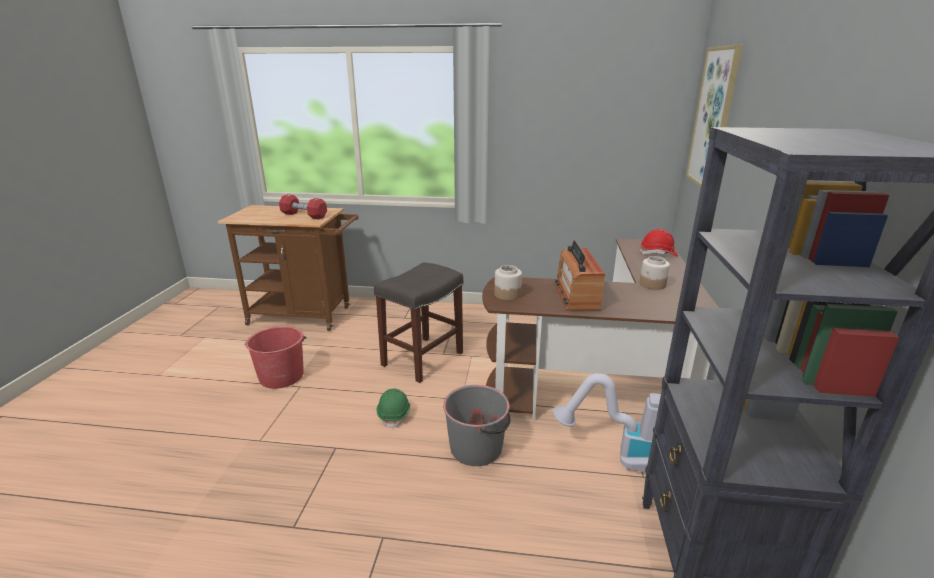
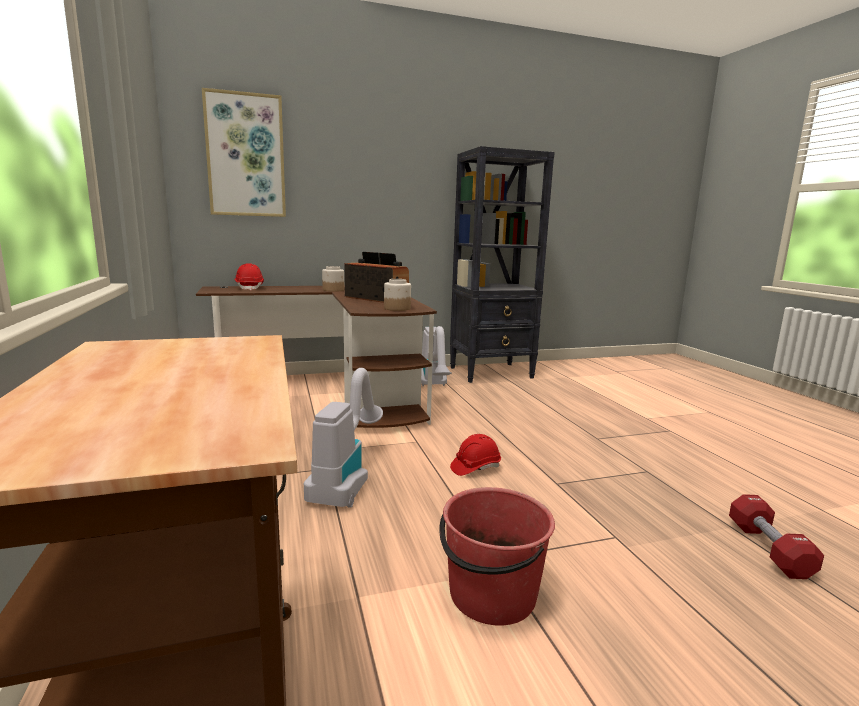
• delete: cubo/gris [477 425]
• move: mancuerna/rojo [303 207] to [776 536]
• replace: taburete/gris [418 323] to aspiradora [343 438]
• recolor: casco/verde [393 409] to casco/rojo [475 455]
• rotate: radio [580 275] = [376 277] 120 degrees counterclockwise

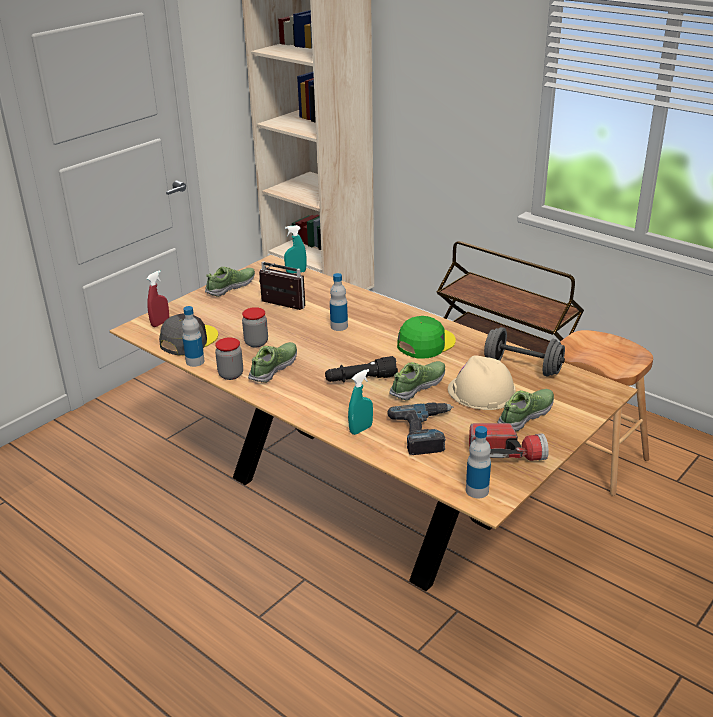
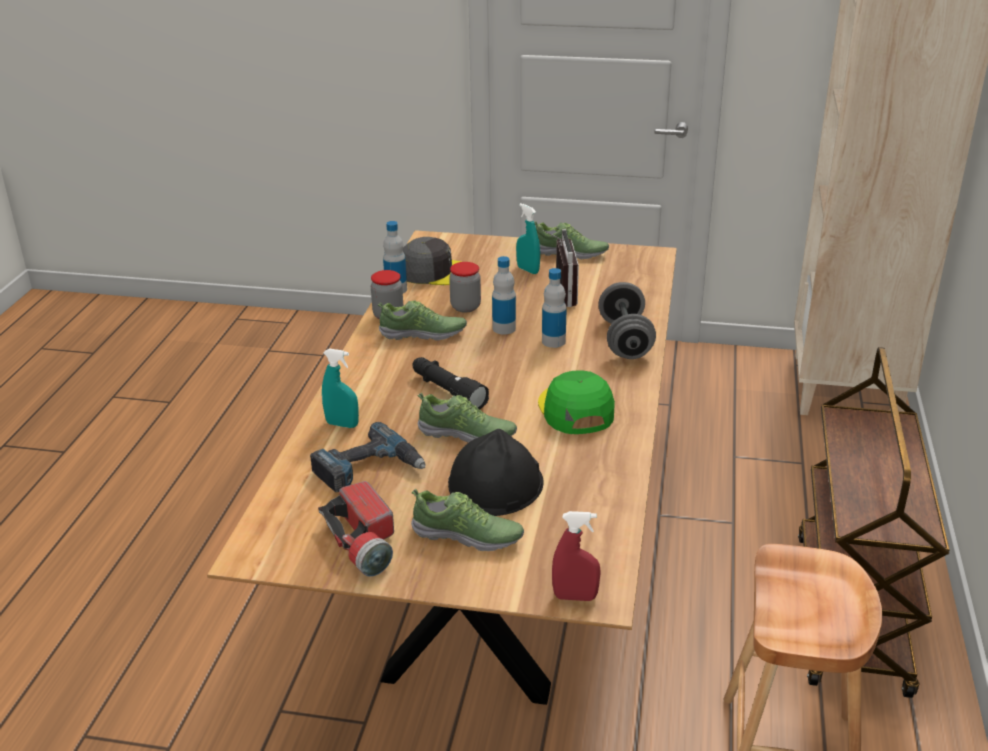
• move: pulverizador/rojo [157 298] to [576 556]
• move: pulverizador/turquesa [295 249] to [528 238]
• move: botella [478 462] to [504 295]
• move: mancuerna/gris [524 352] to [627 320]
• recolor: casco/beis [482 383] to casco/negro [496 472]
• rotate: gorra/verde [426 337] = [576 402] 120 degrees counterclockwise

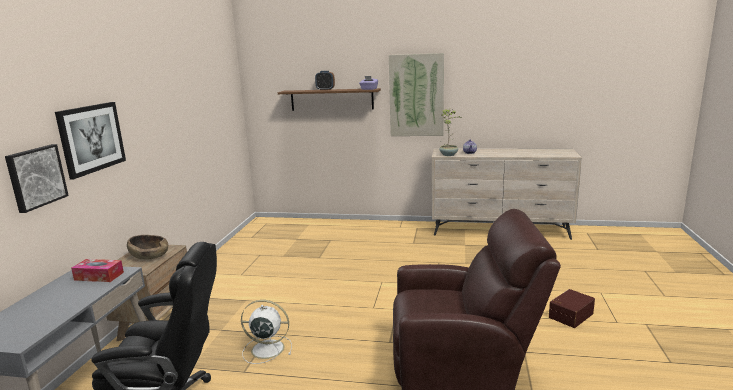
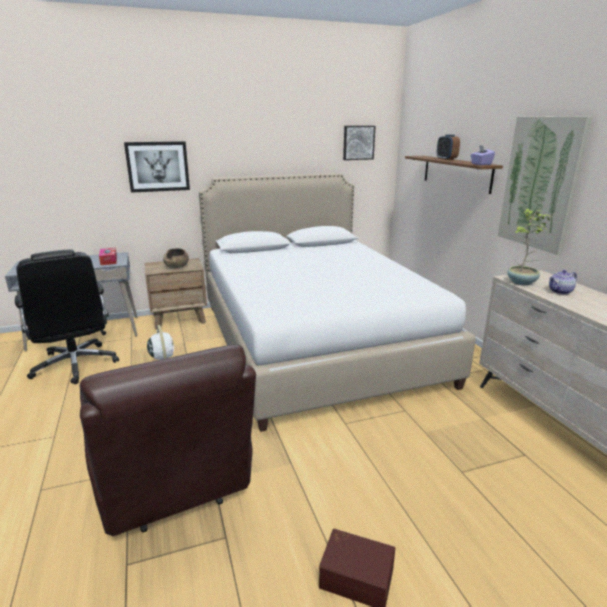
• insert: cama/blanco [337 302]
• move: cuadro [37 178] to [359 143]

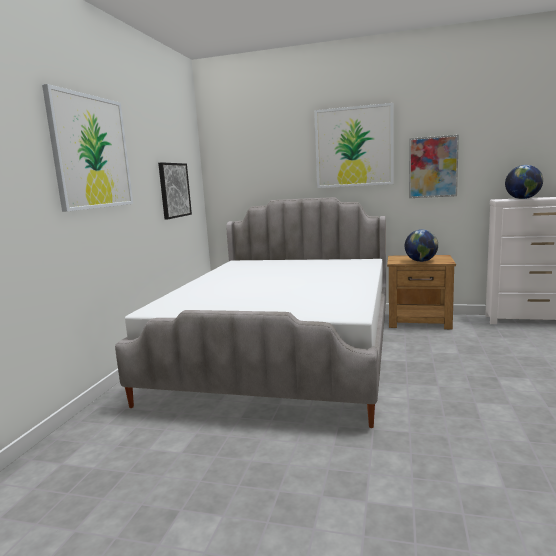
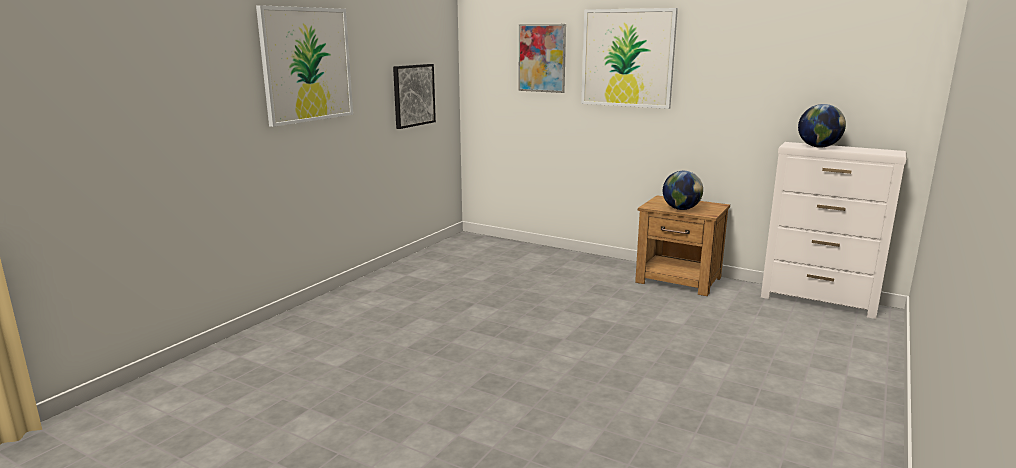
• delete: cama [250 312]
• move: cuadro [434 166] to [542 58]

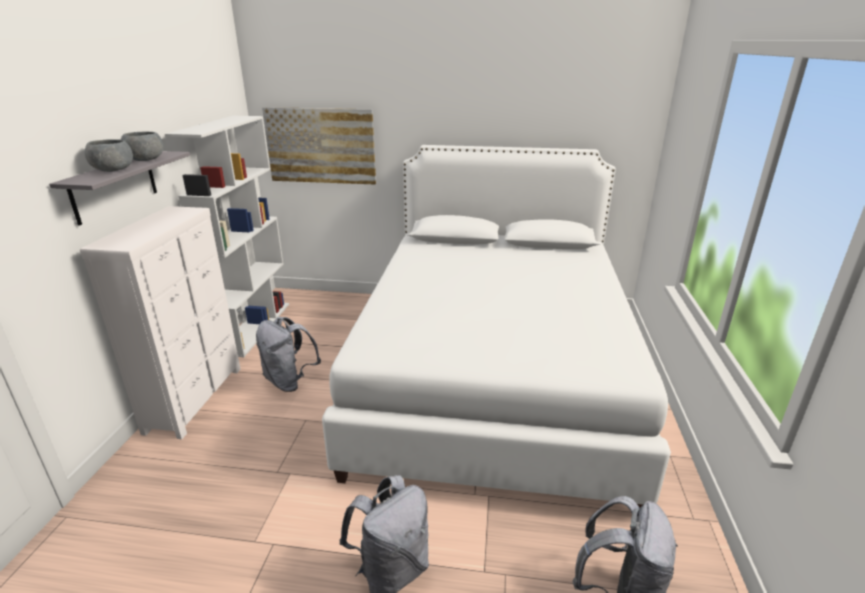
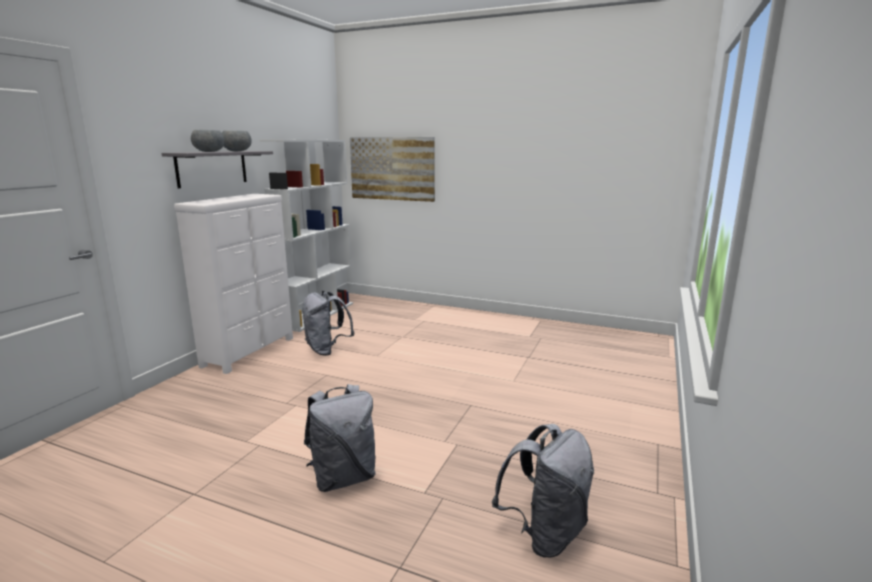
• delete: cama/blanco [496 326]

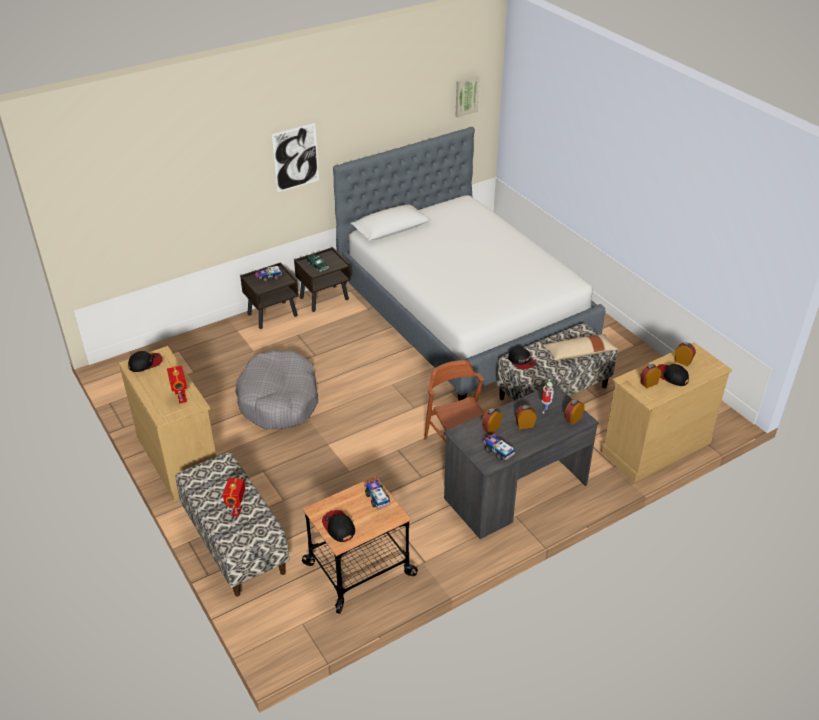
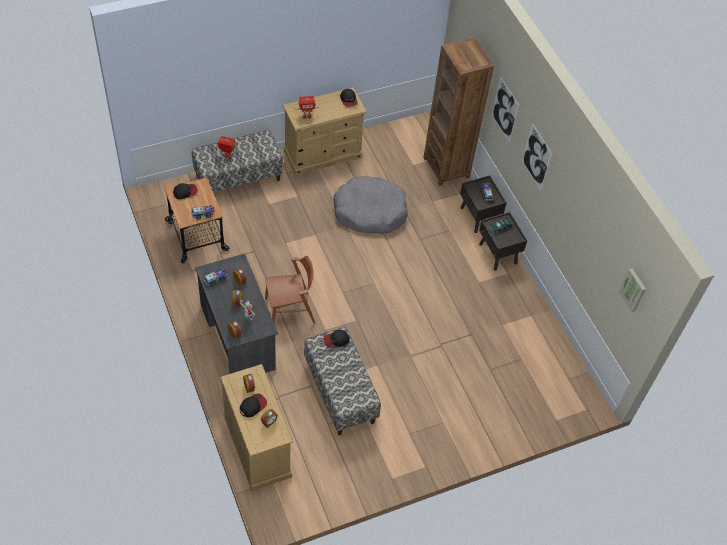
• delete: cama [469 264]
• delete: cojín/beis [580 347]
• insert: estantería/marrón [458 111]
• insert: cuadro [505 110]

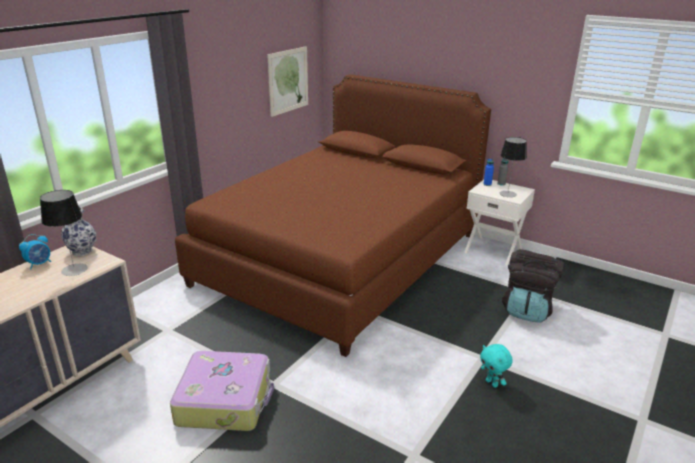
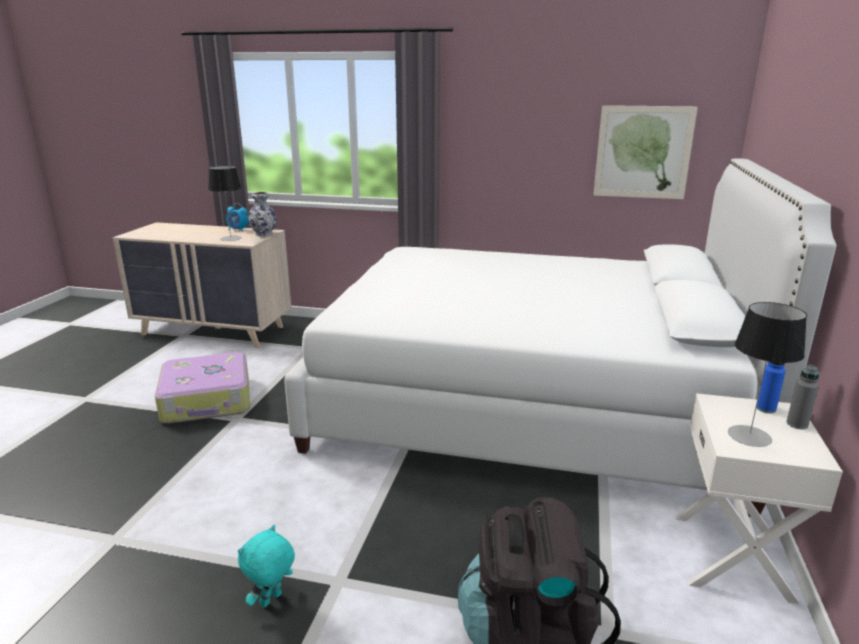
• recolor: cama/marrón [333 215] to cama/blanco [560 338]

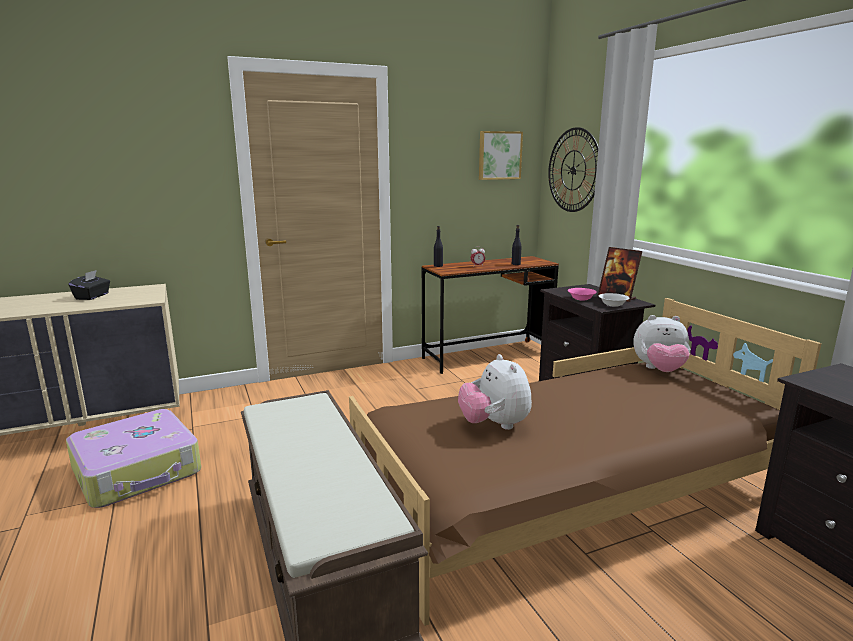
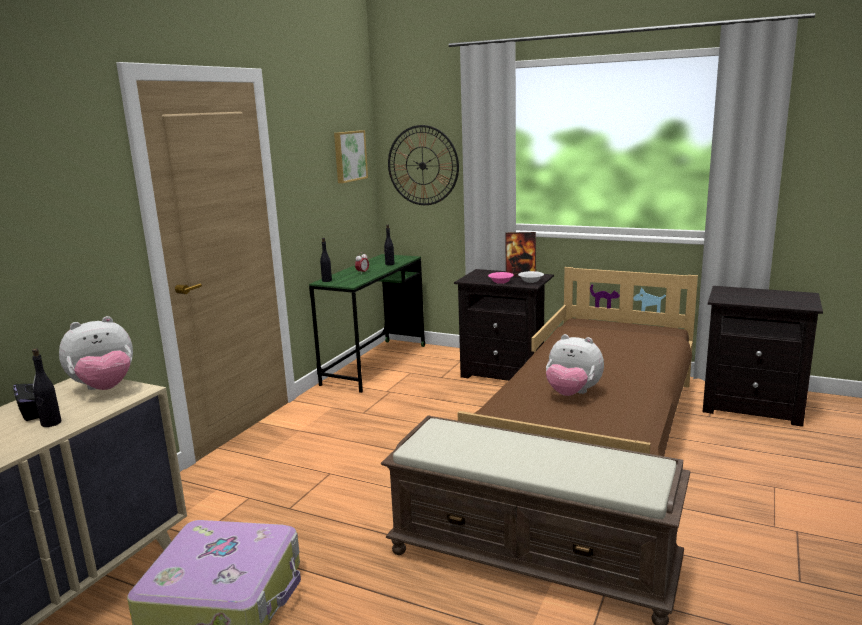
• insert: botella/negro [47 388]
• move: peluche [661 343] to [96 353]
• recolor: escritorio/marrón [490 315] to escritorio/verde [367 323]

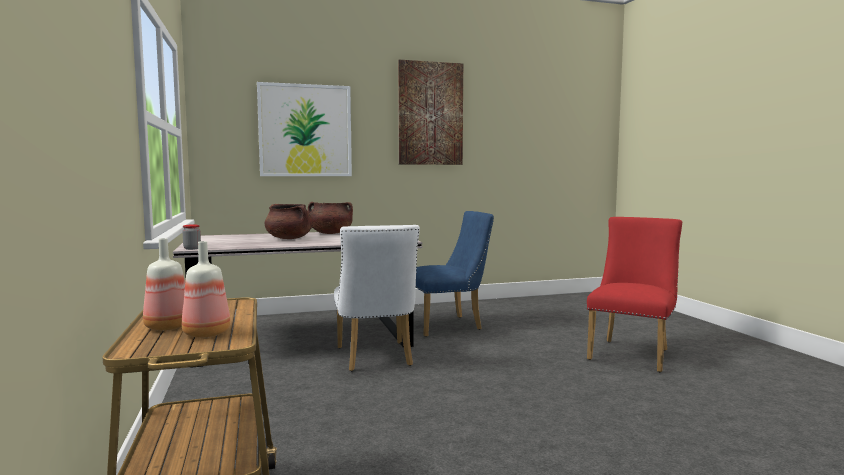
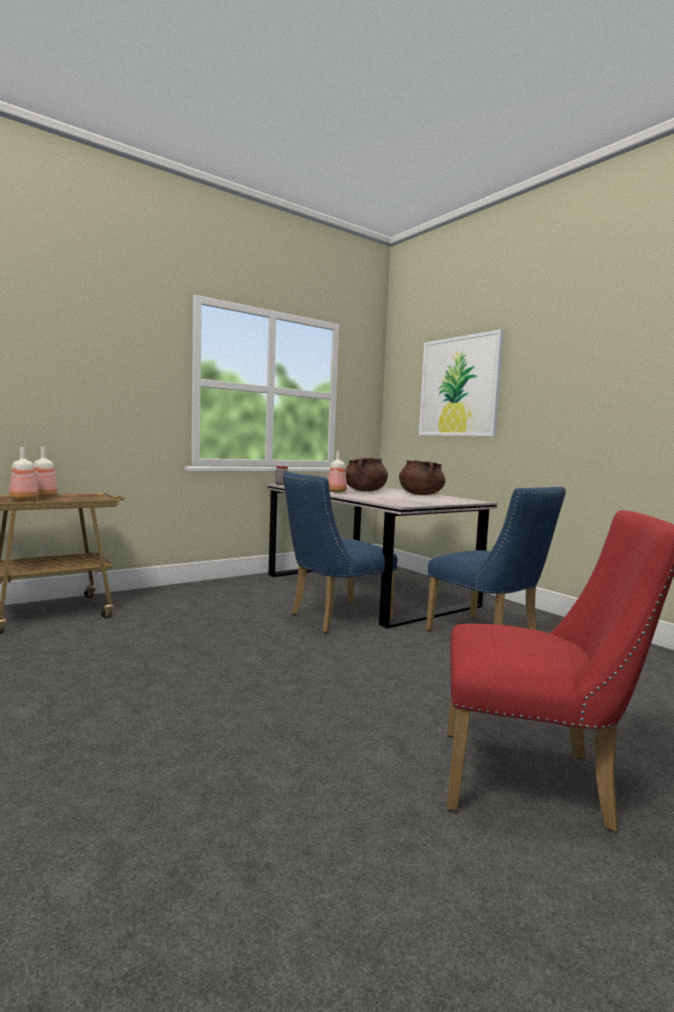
• delete: cuadro [430 112]
• insert: botella [337 472]
• recolor: silla/blanco [377 298] to silla/azul [340 552]

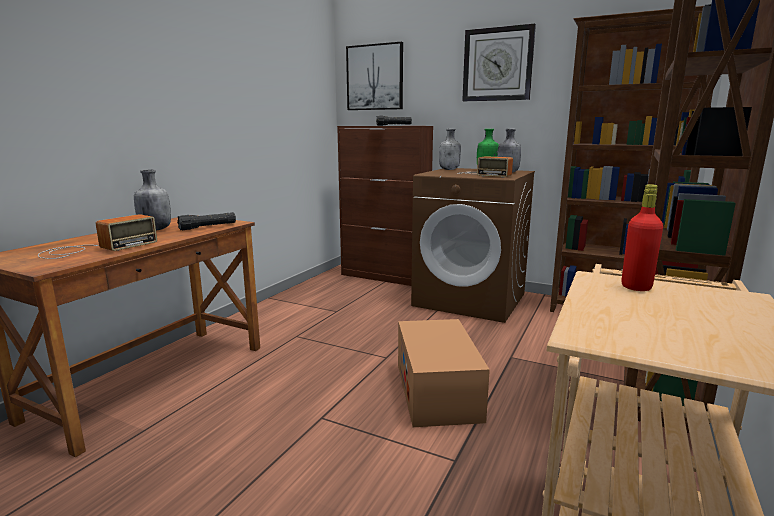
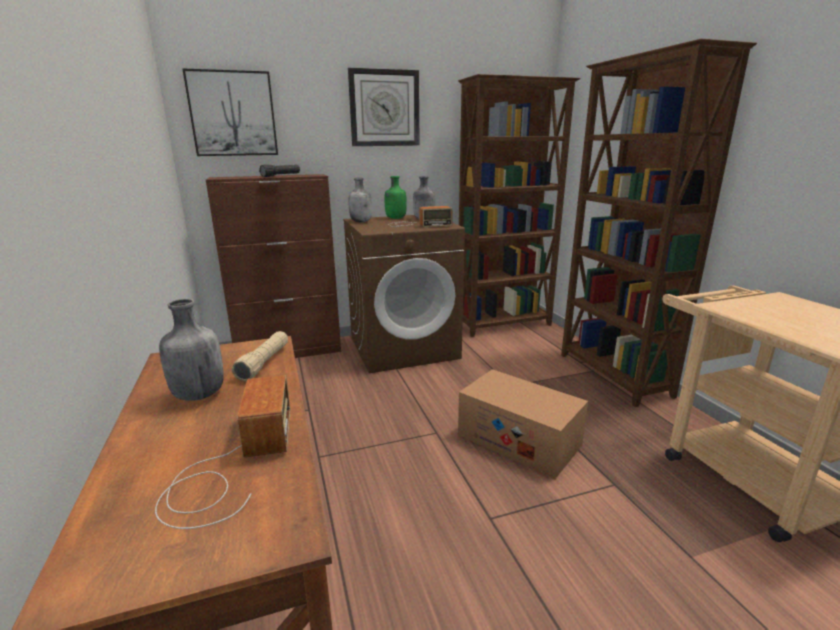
• delete: botella/rojo [642 237]
• recolor: linterna/negro [206 221] to linterna/beis [260 356]

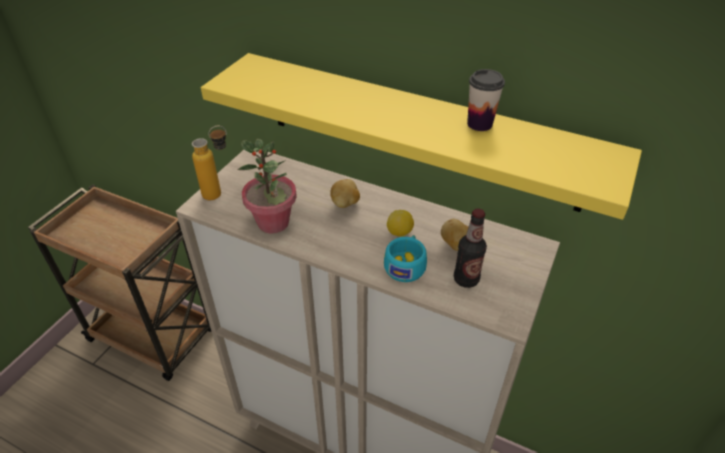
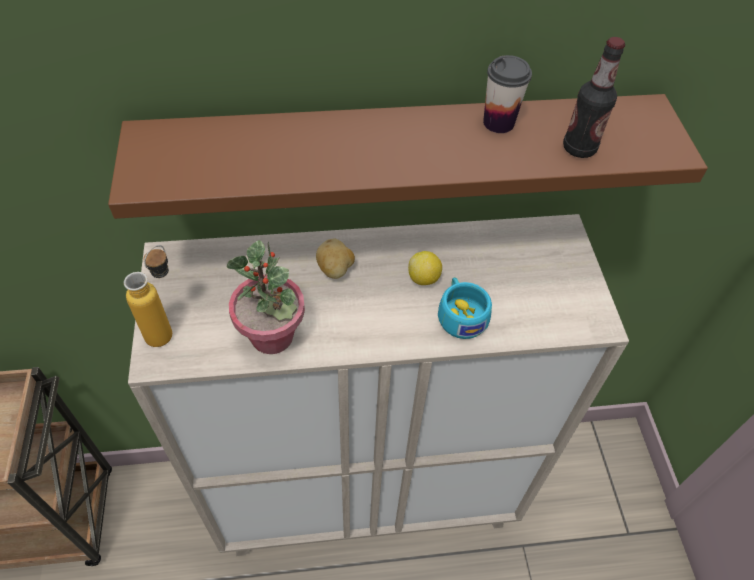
• delete: patata [454 235]
• move: botella [470 248] to [594 97]
• recolor: estante/amarillo [421 136] to estante/marrón [408 156]

